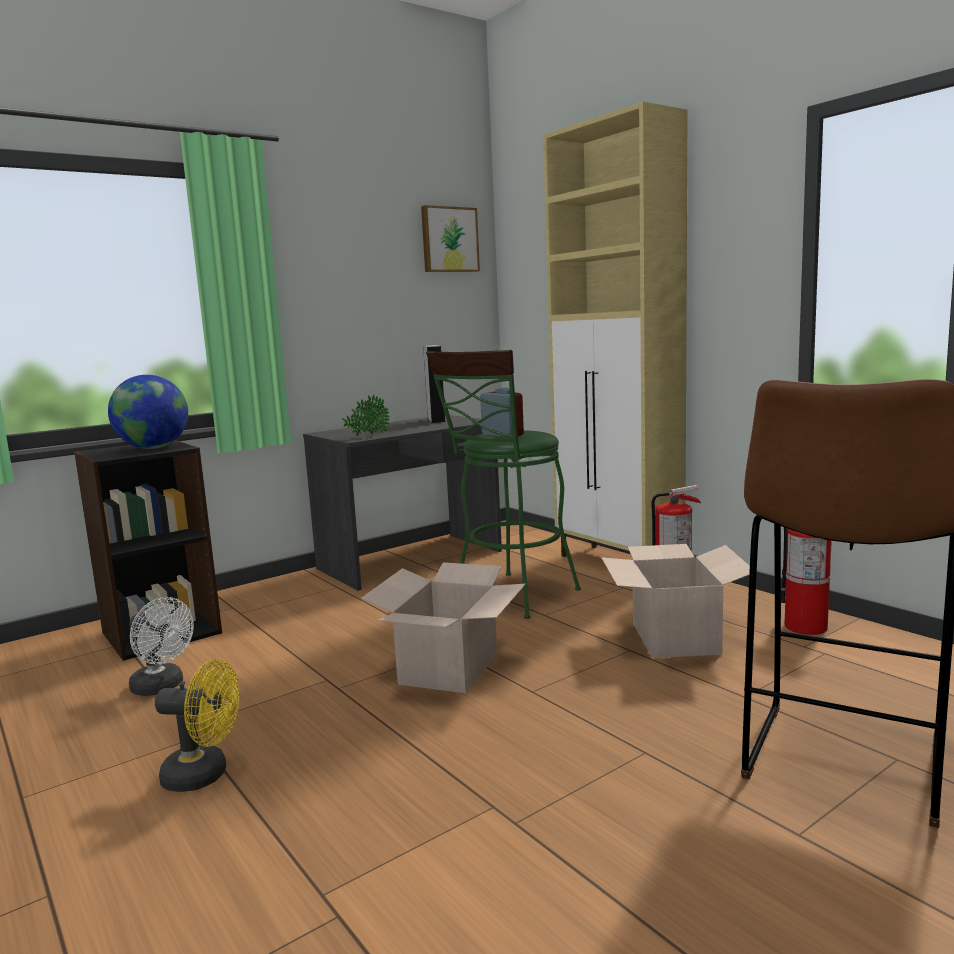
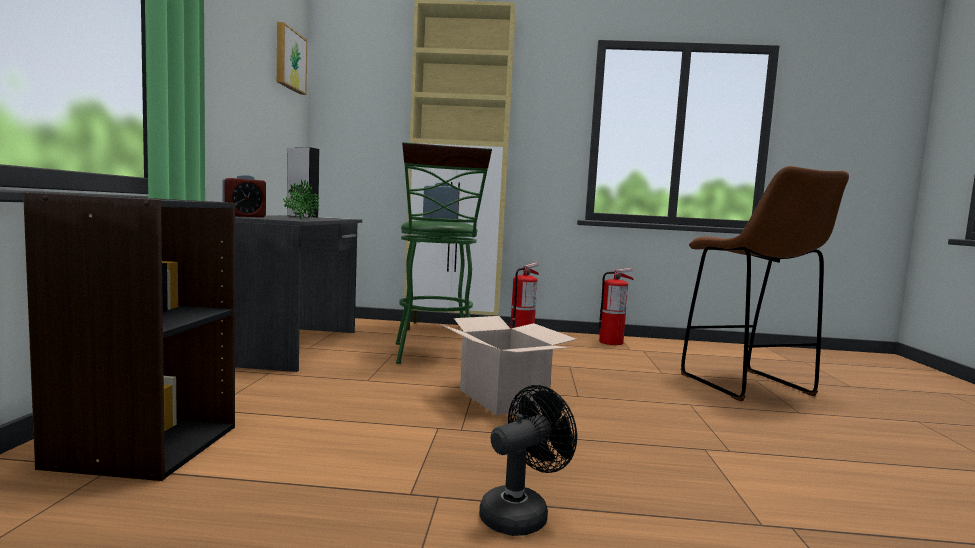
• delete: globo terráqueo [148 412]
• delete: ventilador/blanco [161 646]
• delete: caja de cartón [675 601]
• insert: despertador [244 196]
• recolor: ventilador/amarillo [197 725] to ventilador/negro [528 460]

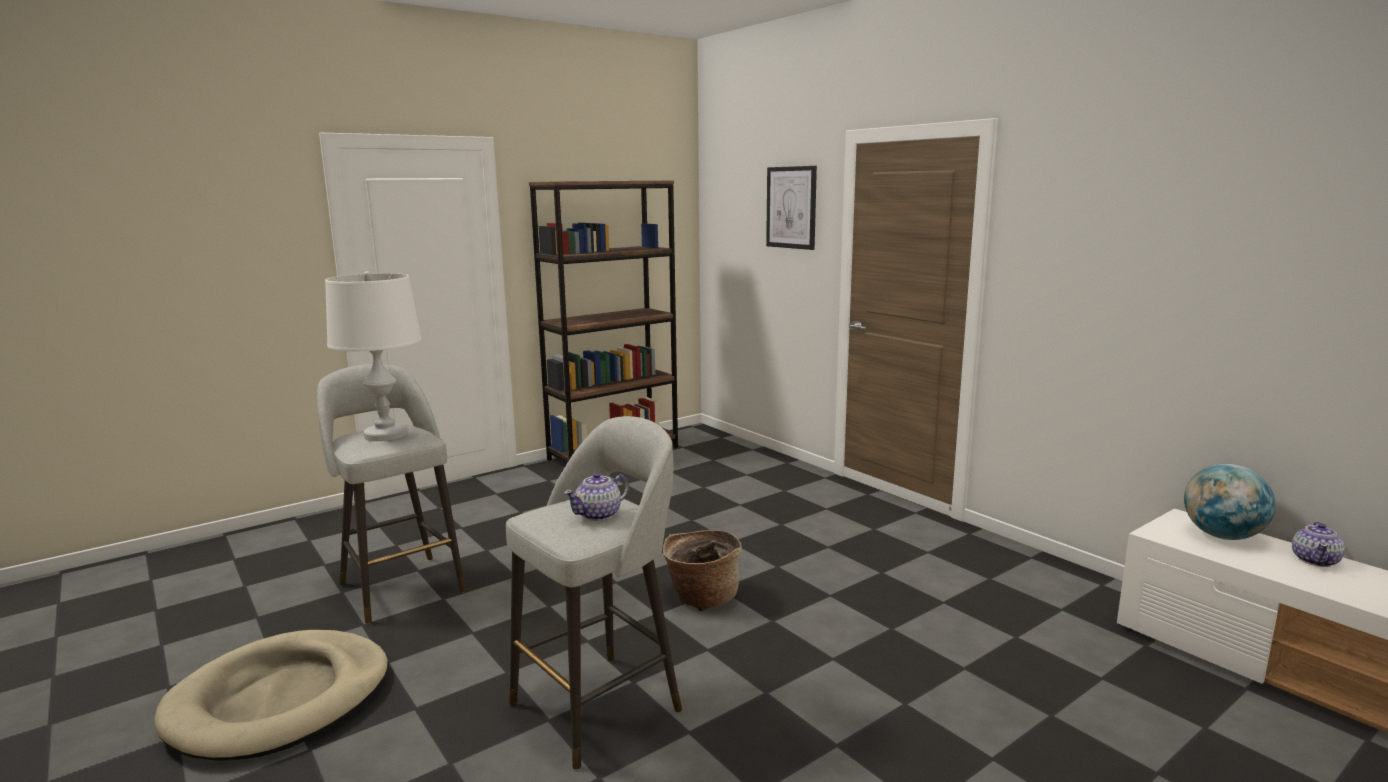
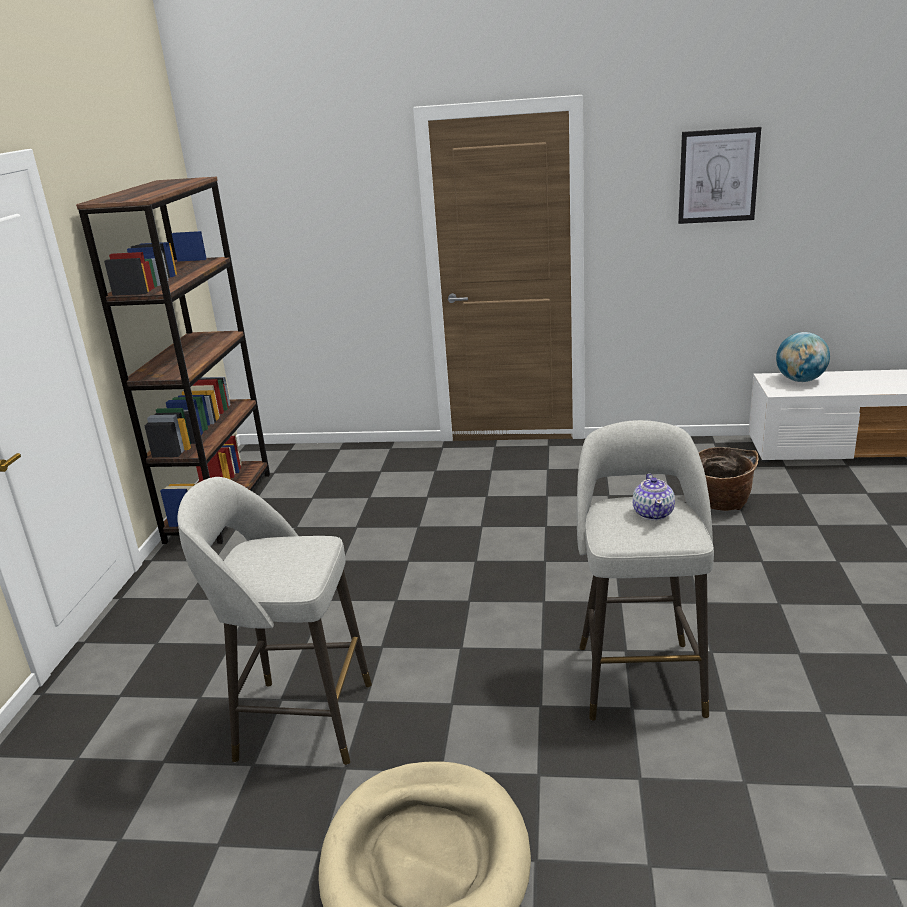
• delete: lámpara de mesa/blanco [373 356]
• delete: tetera [1318 544]
• move: cesta [702 570] to [728 479]
• move: cuadro [791 208] to [719 175]

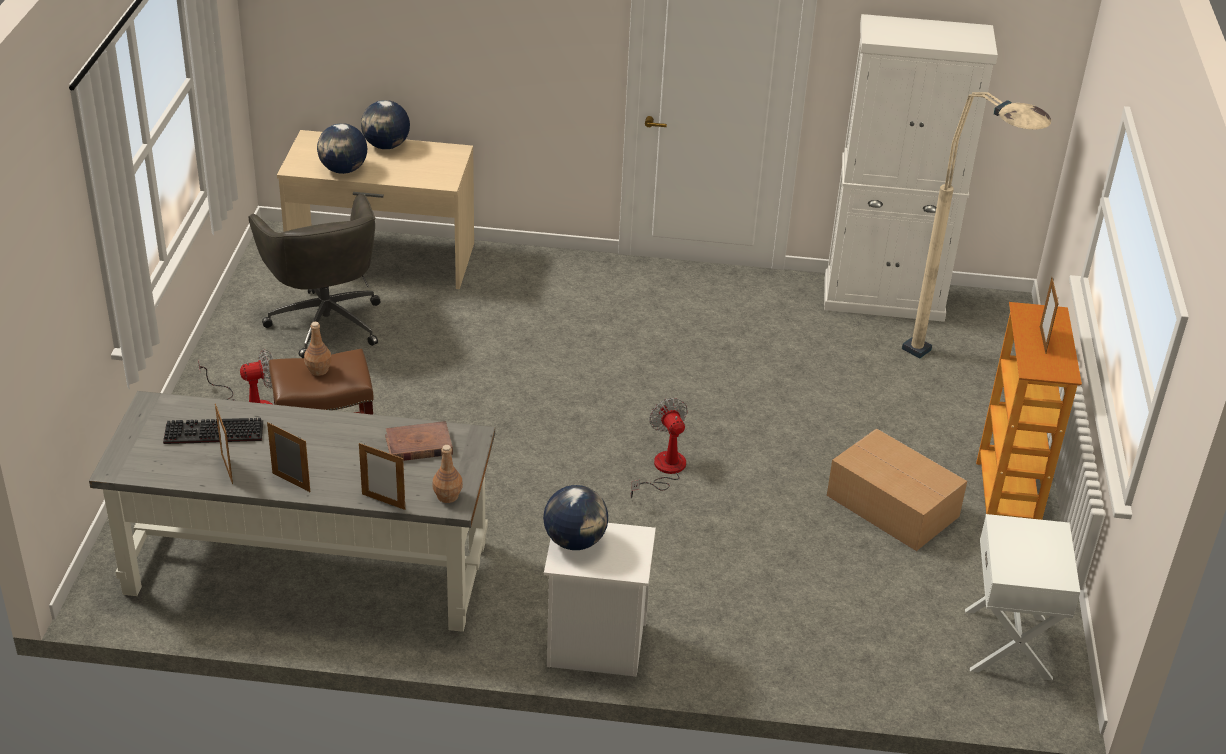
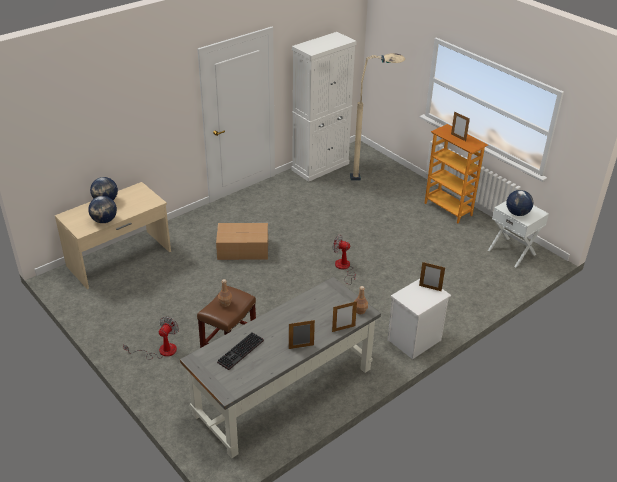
• delete: silla de oficina/gris [315 276]
• delete: libro/marrón [419 441]
• move: portarretratos [224 443] to [432 276]
• move: globo terráqueo [575 517] to [519 203]
• move: caja de cartón [897 489] to [242 241]

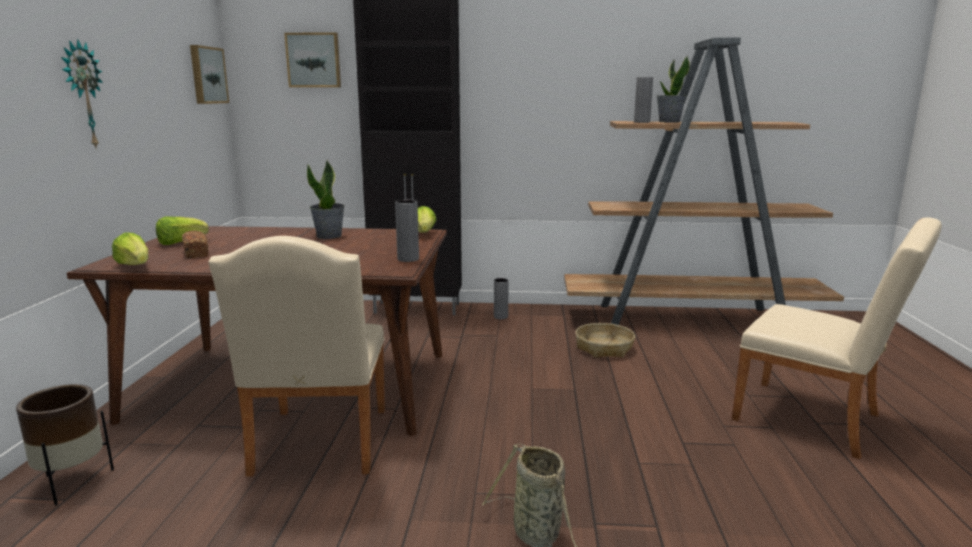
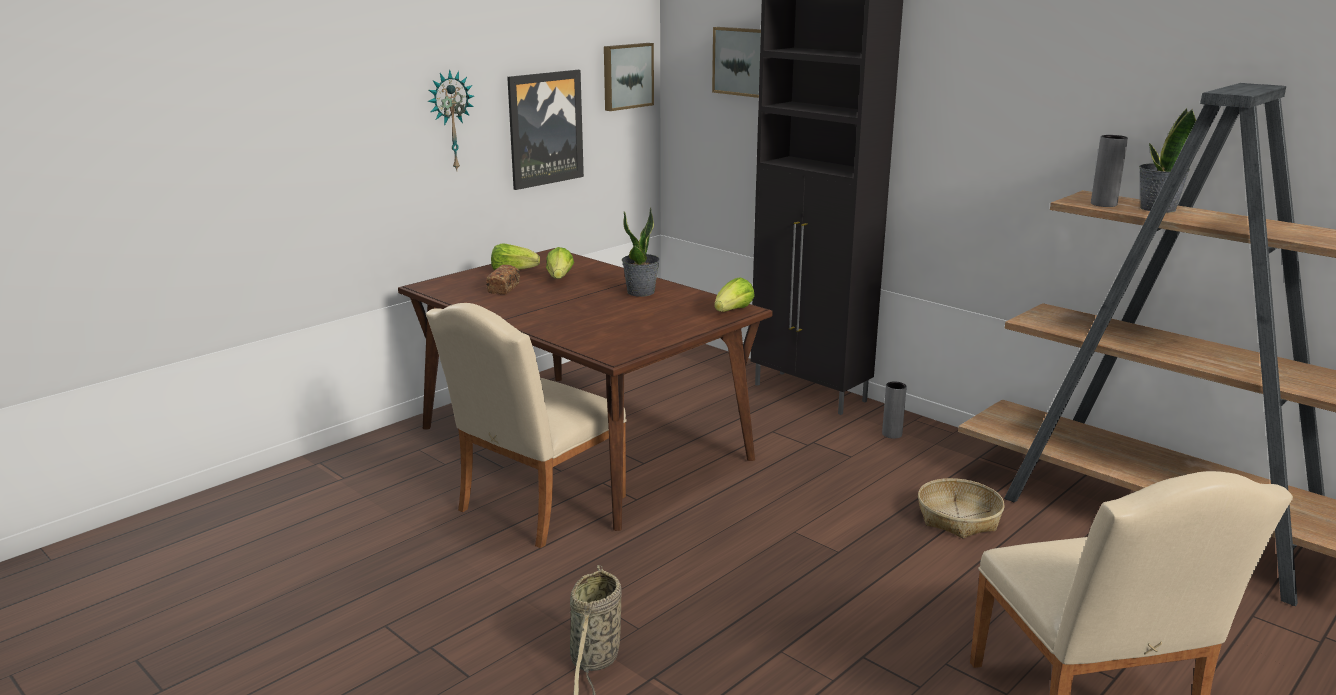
• delete: maceta/marrón [65 444]
• delete: florero/gris [407 231]
• insert: cuadro [545 130]
• move: lechuga [130 248] to [560 263]

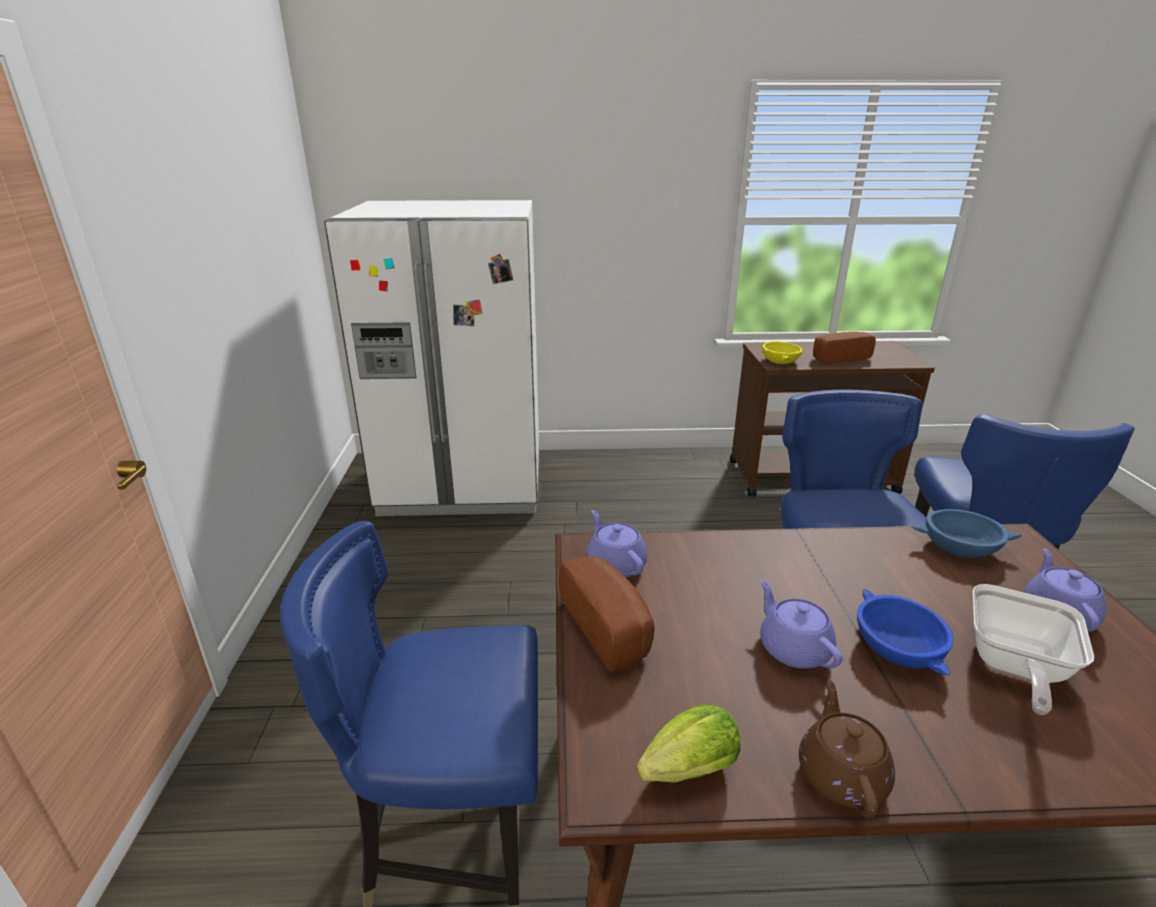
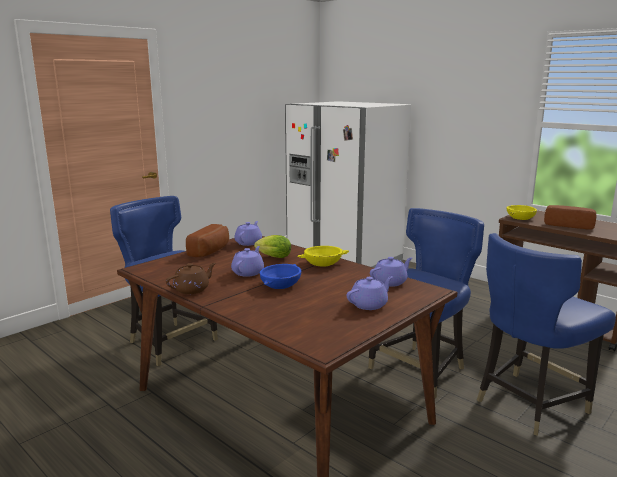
• delete: sartén [1033 649]
• insert: cuenco/amarillo [323 256]
• move: lechuga [689 743] to [272 246]
• replace: cuenco/azul [967 533] to tetera/morado [391 272]

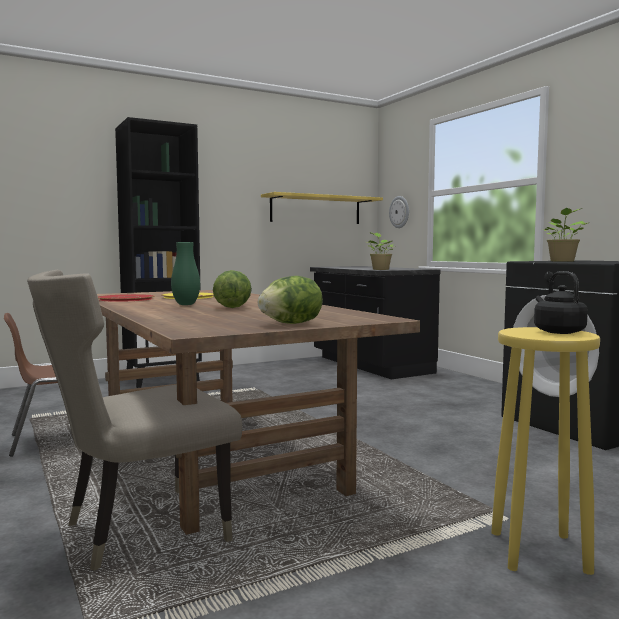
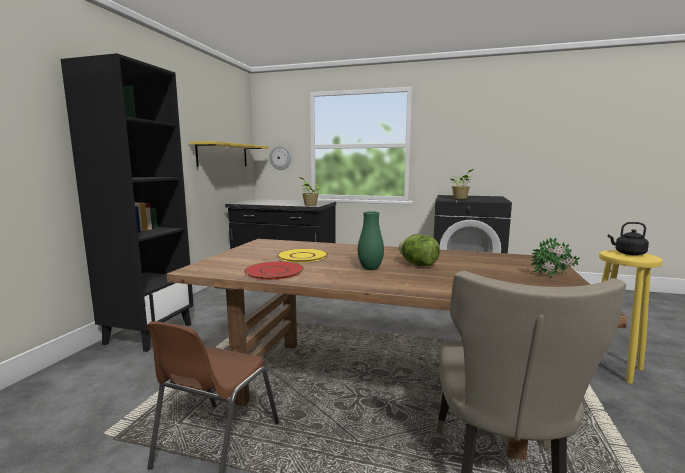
• replace: lechuga [290 300] to planta en maceta [555 257]

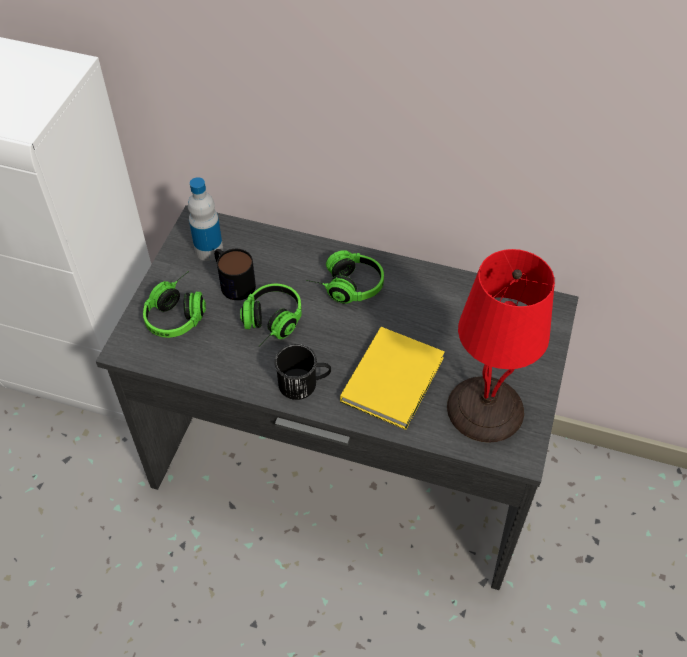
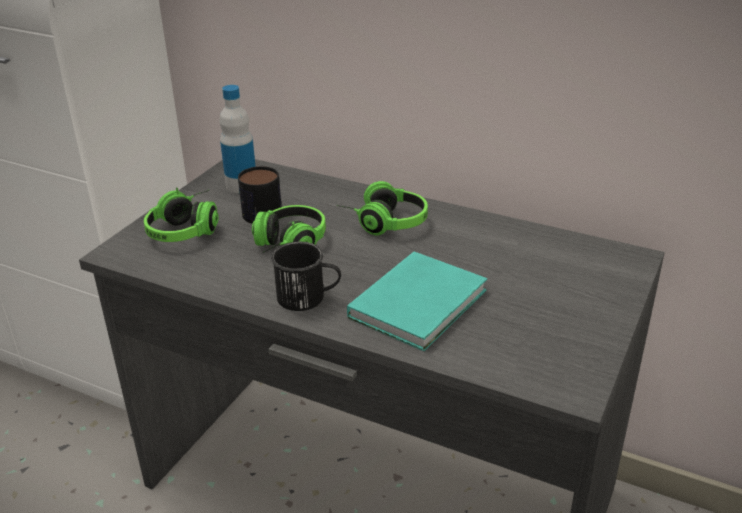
• delete: lámpara de mesa/rojo [501 346]
• recolor: libro/amarillo [392 378] to libro/turquesa [417 301]

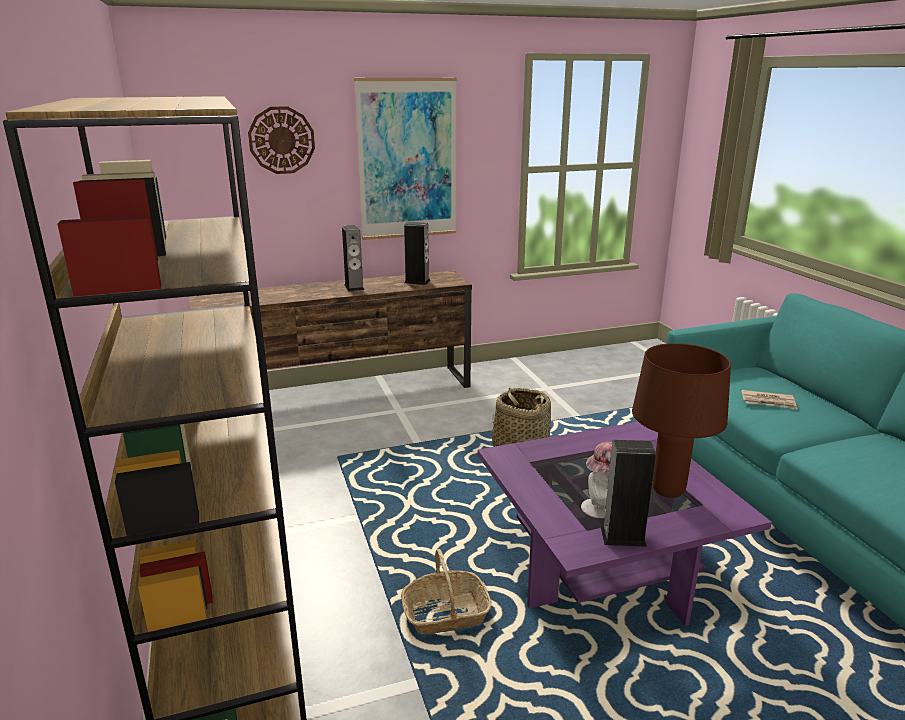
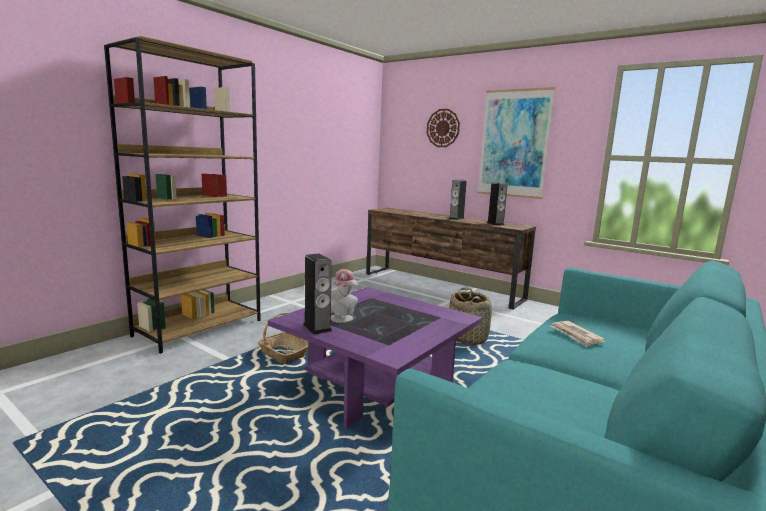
• delete: lámpara de mesa/marrón [681 420]

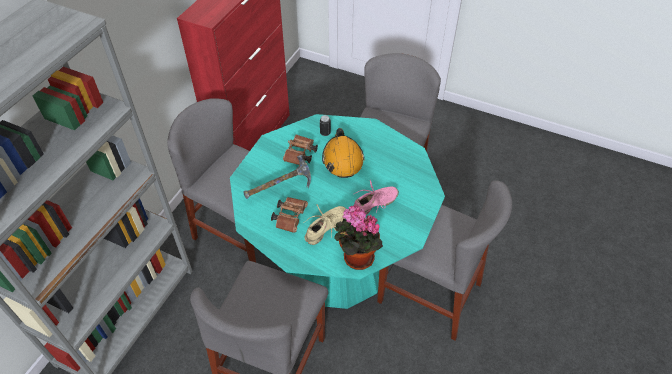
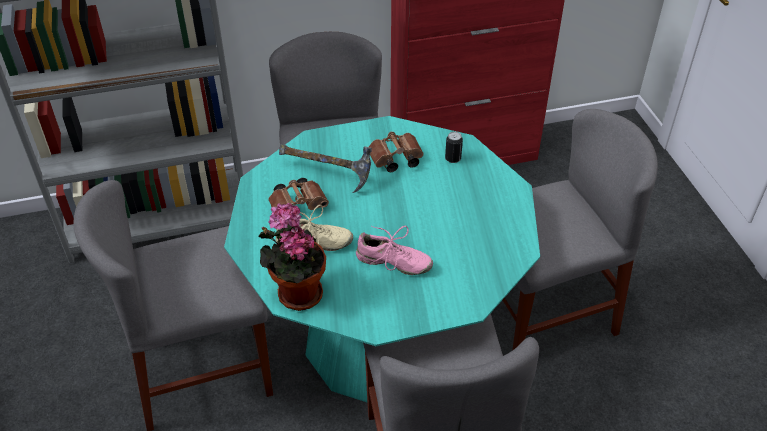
• delete: casco/naranja [343 153]

